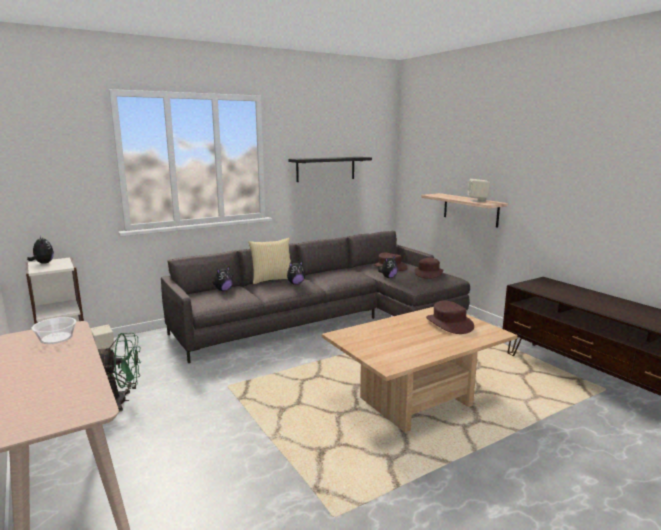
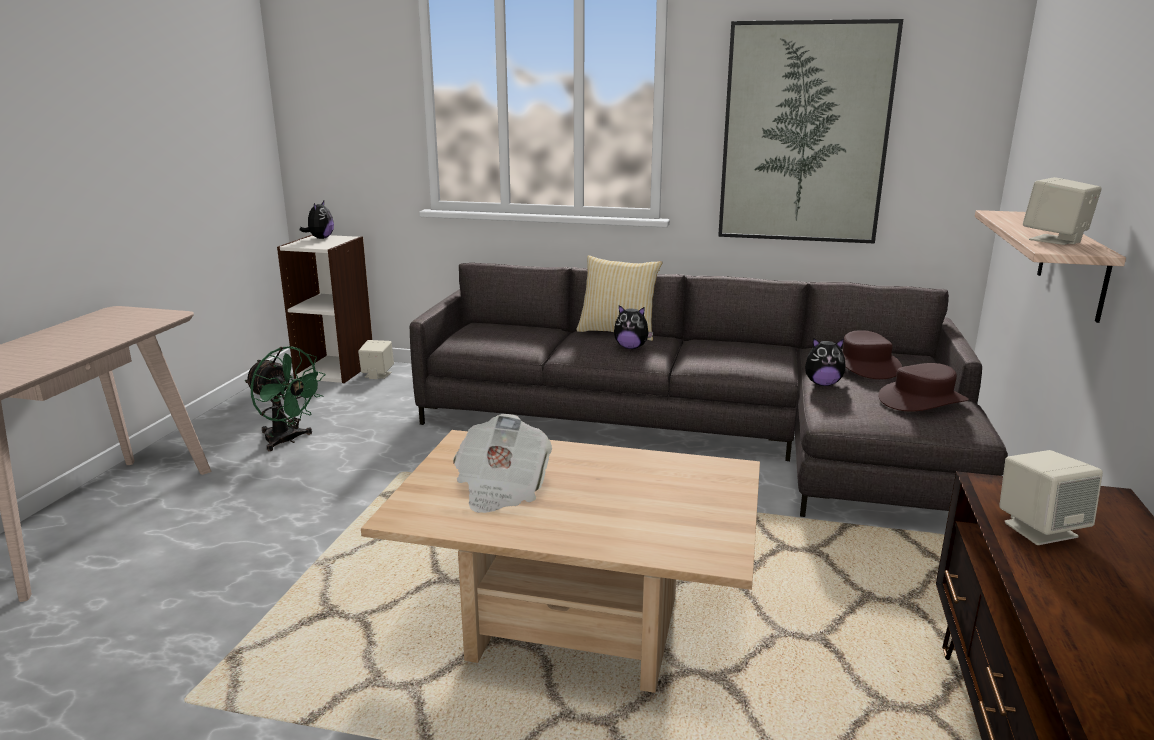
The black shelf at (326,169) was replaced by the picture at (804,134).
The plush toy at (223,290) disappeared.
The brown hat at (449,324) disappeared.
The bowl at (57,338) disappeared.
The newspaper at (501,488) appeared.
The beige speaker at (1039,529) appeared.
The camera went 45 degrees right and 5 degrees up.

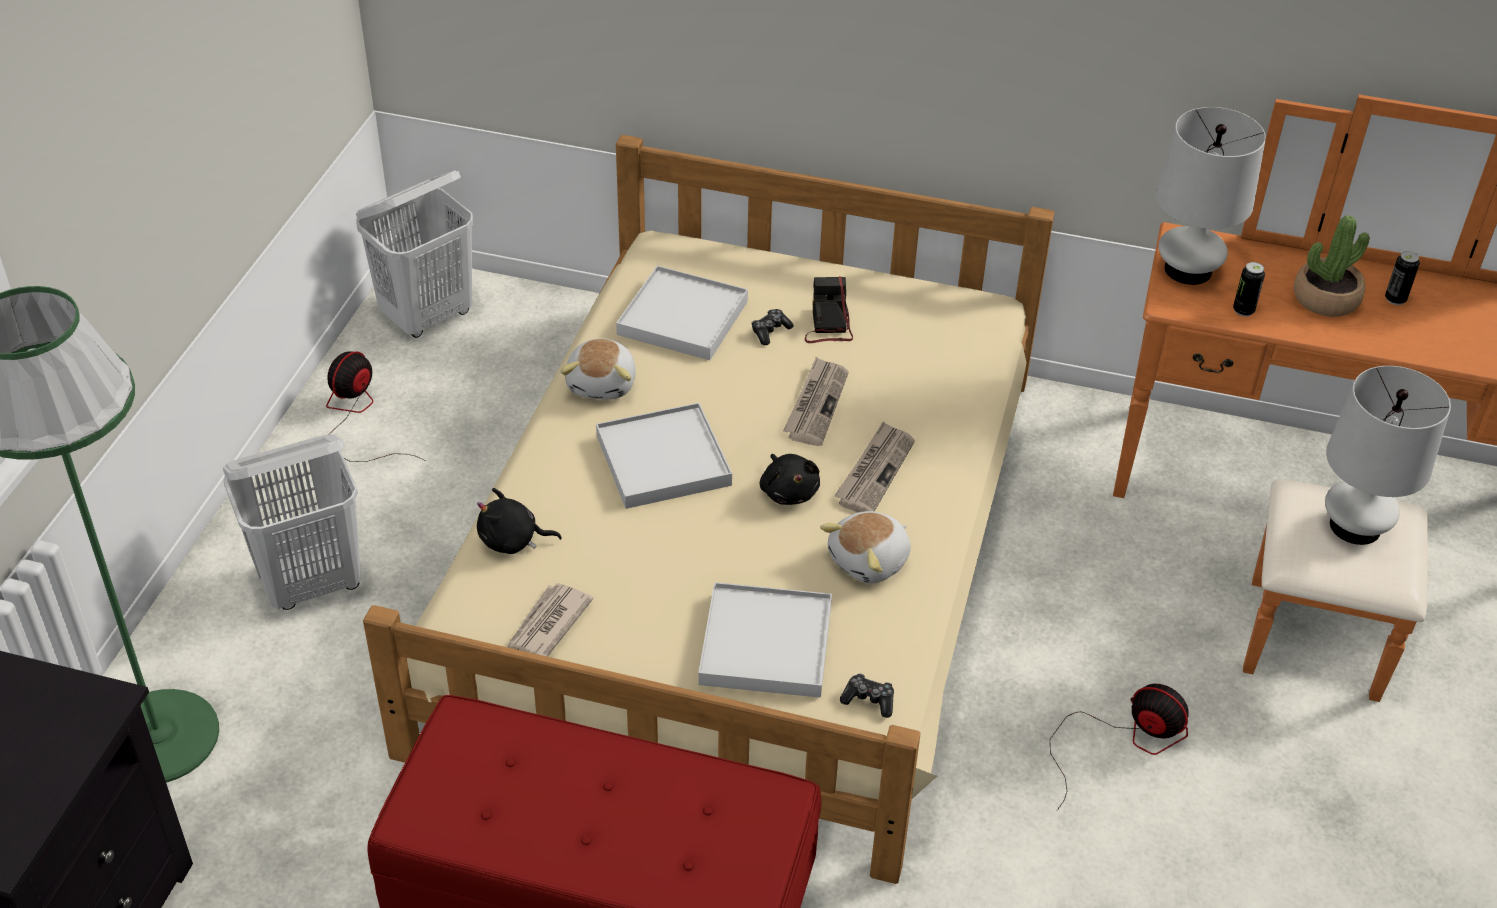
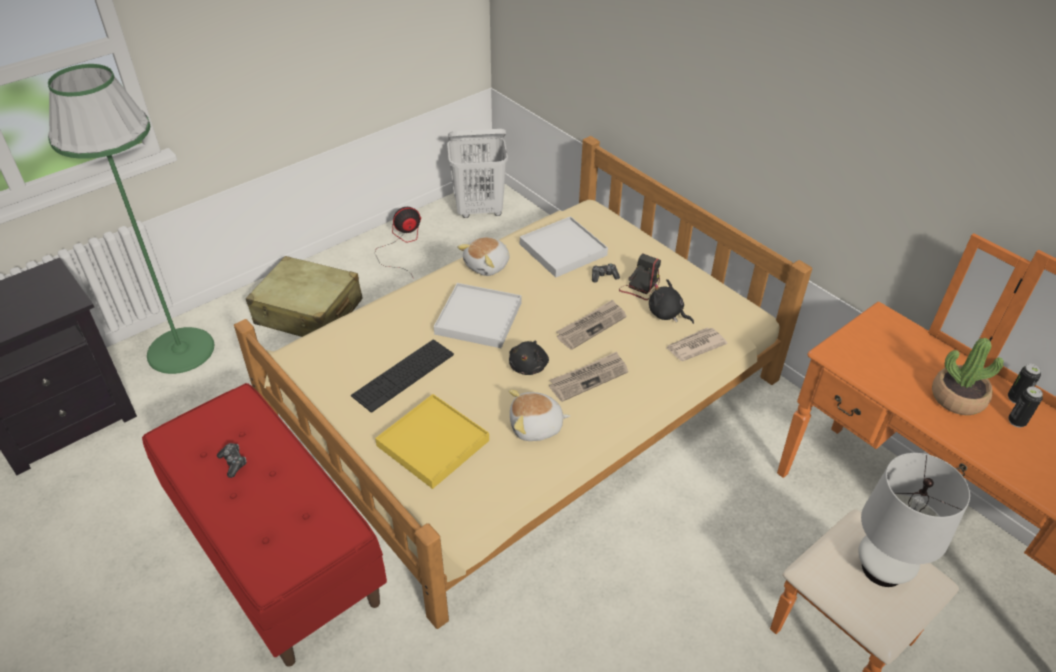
The white table lamp at (1187,270) disappeared.
The can moved from (1243,310) to (1015,399).
The white laundry basket at (312,584) was replaced by the beige suitcase at (309,312).
The black plush toy moved from (513,541) to (667,314).
The white tray at (765,644) became the yellow tray at (433,443).
The newspaper moved from (547,625) to (695,346).
The game controller moved from (869,700) to (233,462).
The fan at (1123,741) disappeared.
The keyboard at (403,375) appeared.
The camera went 35 degrees right and 0 degrees up.

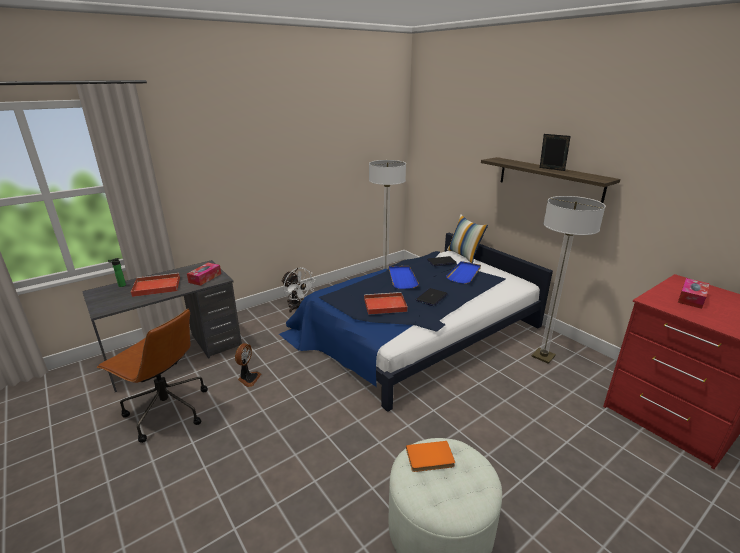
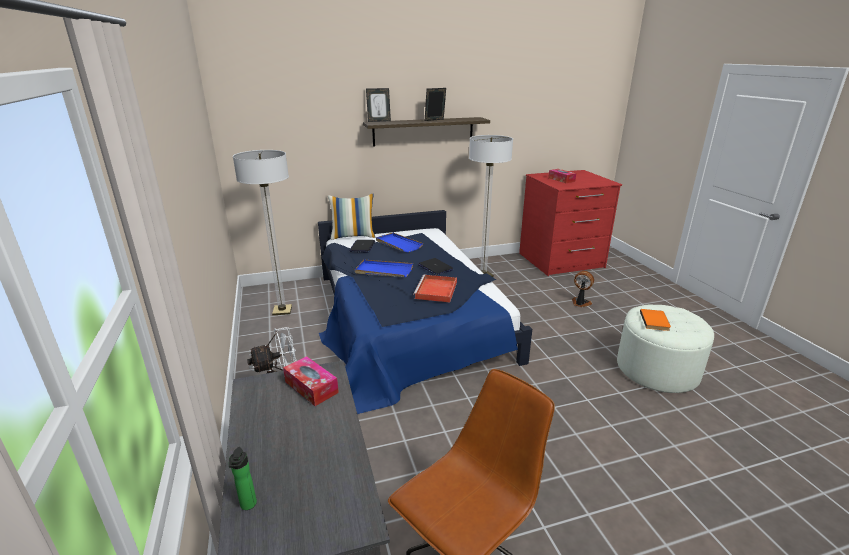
The red tray at (156,287) disappeared.
The fan moved from (248,378) to (580,303).
The picture frame at (379,121) appeared.
The camera went 70 degrees left and 0 degrees up.

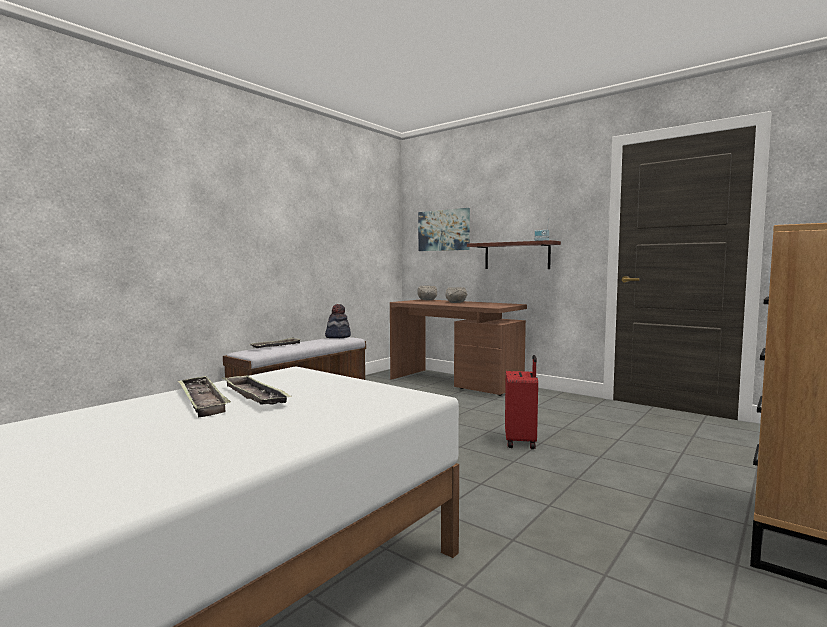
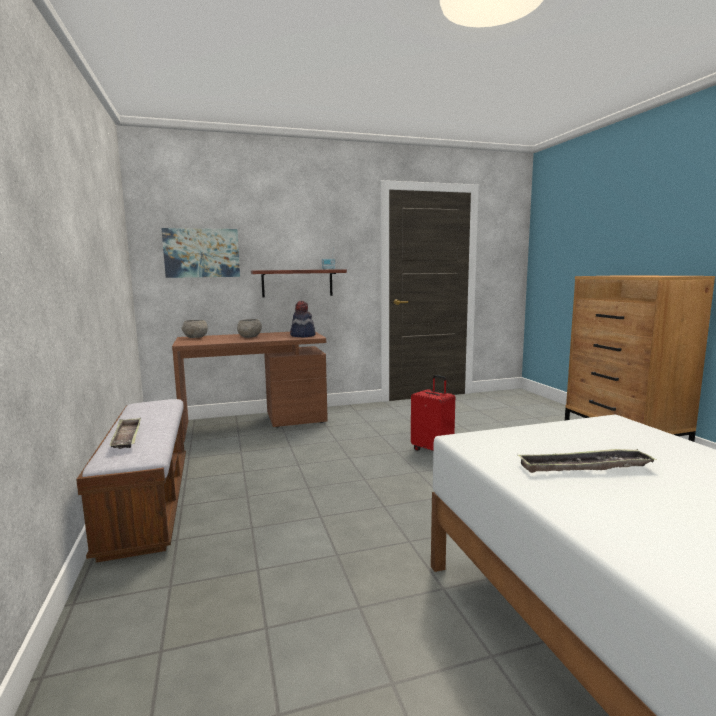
The hat moved from (337,337) to (302,336).
The tray at (202,400) disappeared.
The camera went 55 degrees left and 5 degrees up.

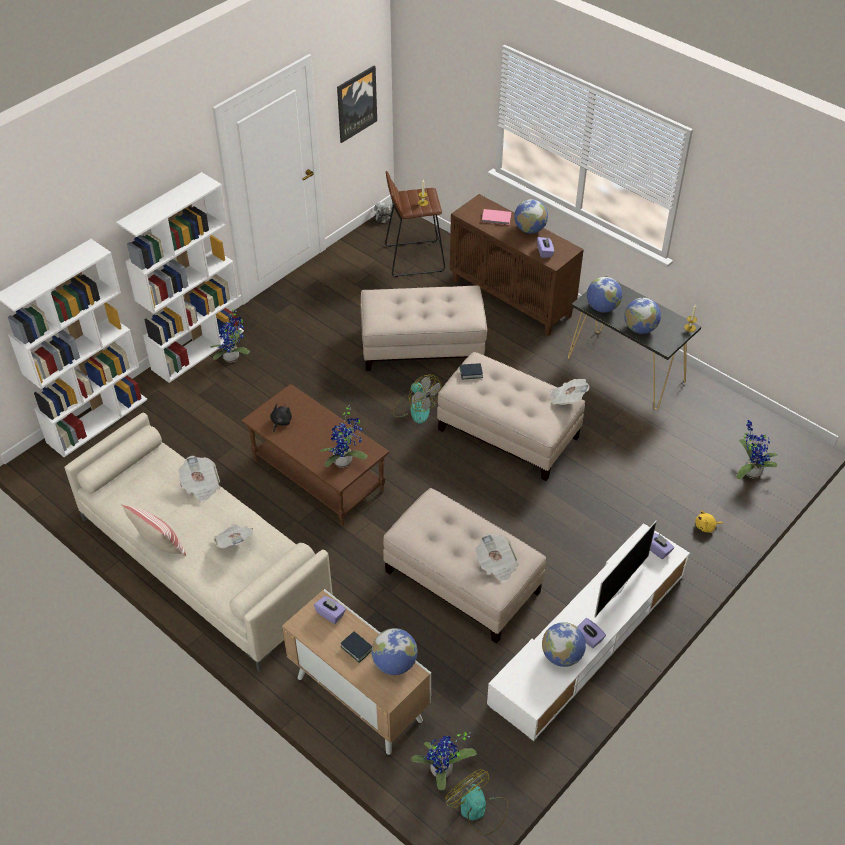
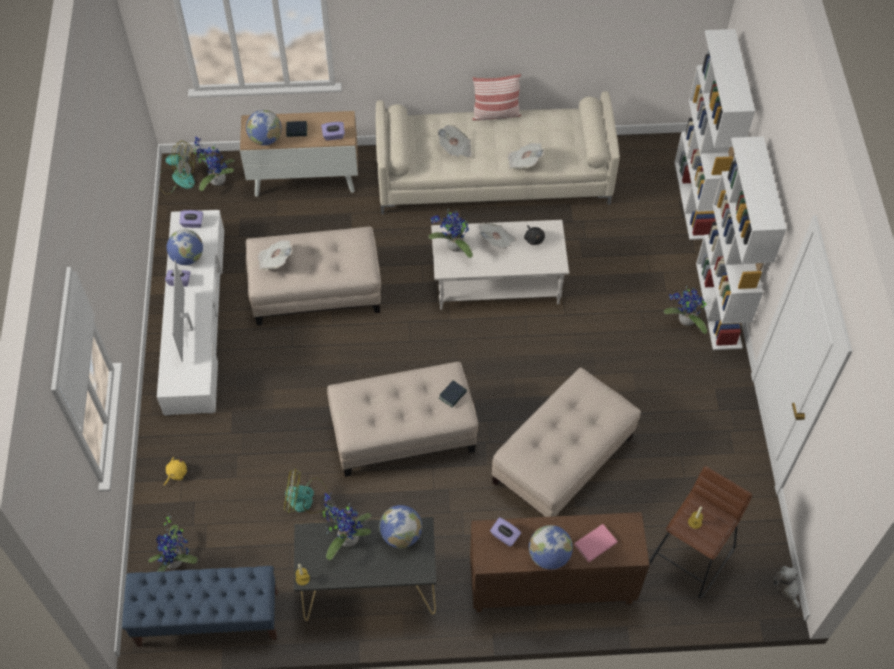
The picture at (356,103) disappeared.
The globe at (640,329) was replaced by the potted plant at (346,537).
The fan moved from (415,408) to (306,500).
The newspaper moved from (567,399) to (497,241).
The brown coffee table at (317,476) became the white coffee table at (498,283).
The purple tissue box moved from (658,550) to (192,223).
The blue bench at (207,619) appeared.
The camera went 135 degrees right and 10 degrees up.

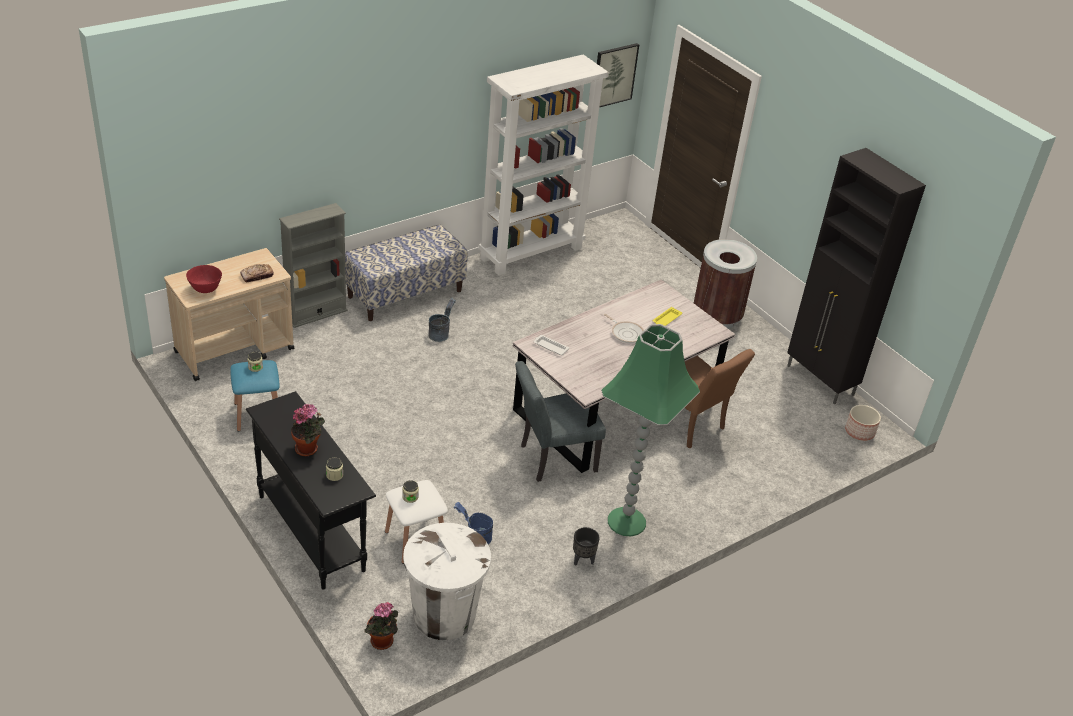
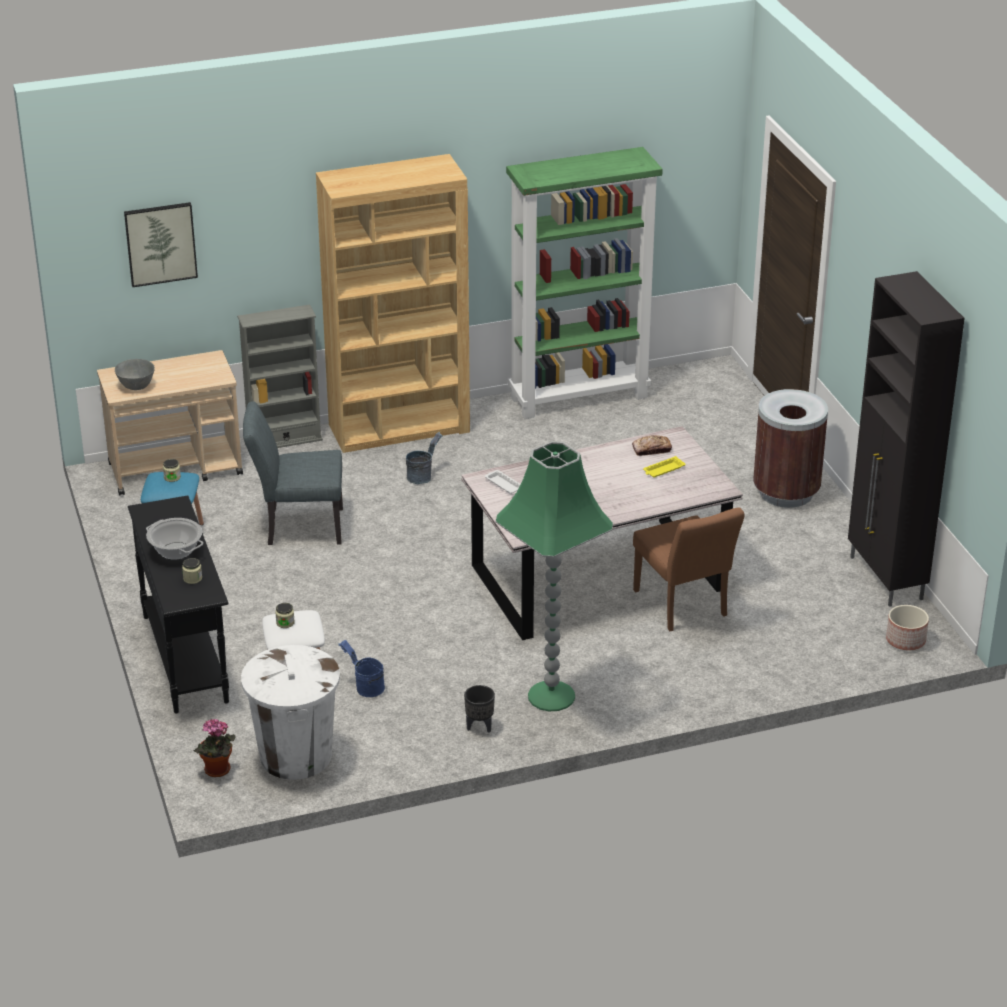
The picture moved from (614,75) to (160,243).
The white bookcase at (531,252) became the green bookcase at (579,397).
The bench at (405,293) was replaced by the brown bookcase at (399,428).
The bread moved from (257,276) to (651,449).
The red bowl at (206,289) became the grey bowl at (136,387).
The frying pan at (626,333) disappeared.
The grey chair moved from (552,459) to (297,527).
The potted plant at (308,449) was replaced by the cooking pot at (176,551).
The camera went 20 degrees right and 5 degrees down.

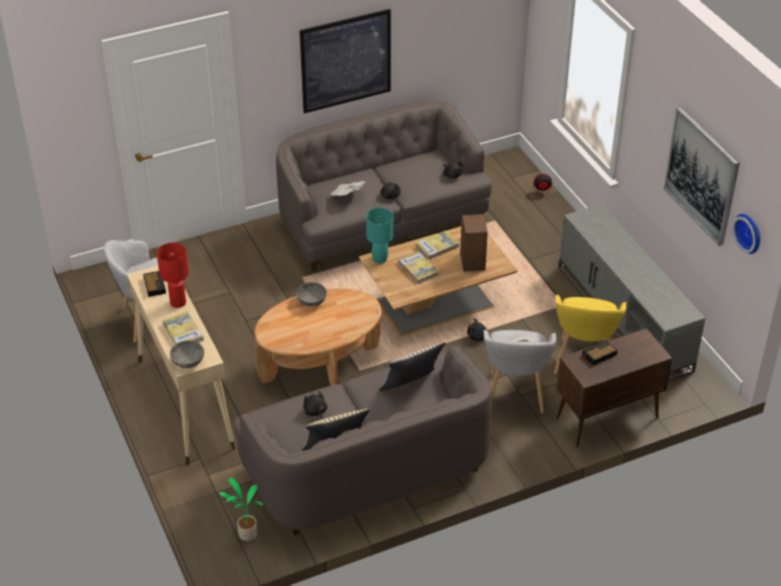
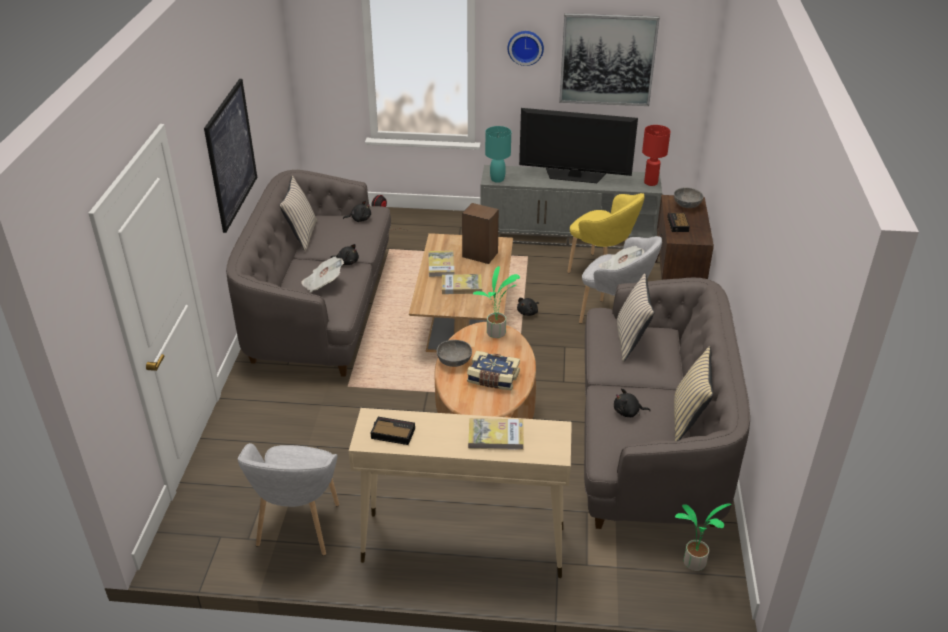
The turquoise table lamp moved from (379,259) to (497,179).
The wall clock moved from (749,232) to (525,47).
The red table lamp moved from (178,302) to (650,182).
The grey bowl moved from (187,361) to (687,205).
The television at (574,176) appeared.
The beige pillow at (301,235) appeared.
The potted plant at (497,333) appeared.
The book at (493,378) appeared.
The camera went 60 degrees left and 5 degrees down.

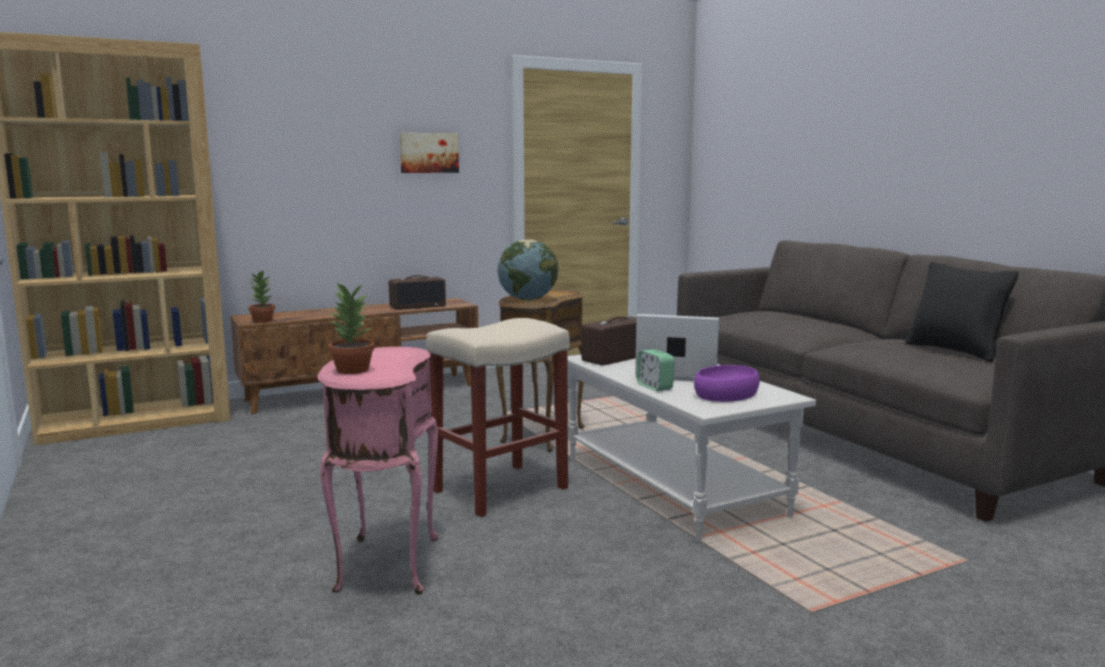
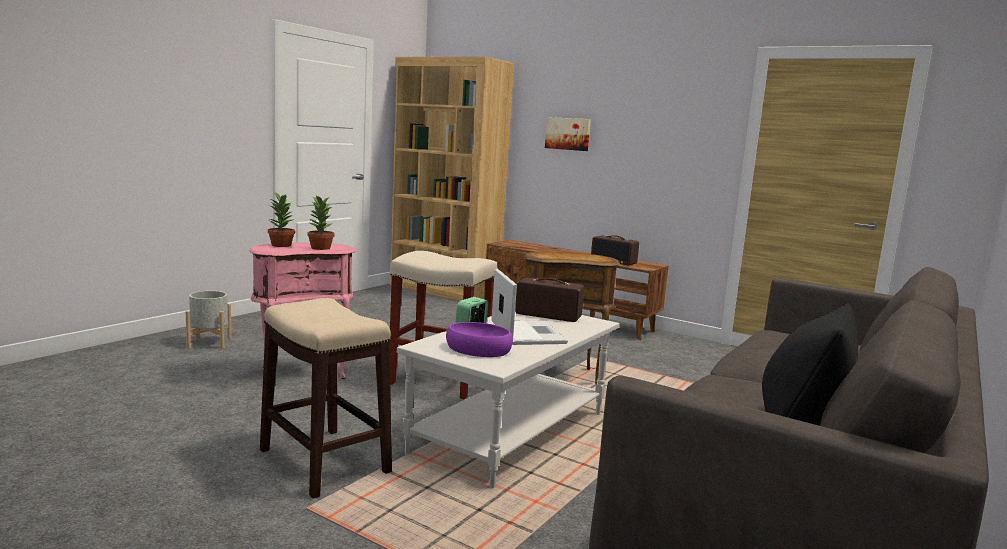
The picture moved from (428,153) to (568,134).
The globe at (528,299) disappeared.
The potted plant moved from (262,321) to (320,248).
The grey planter at (209,343) appeared.
The stool at (323,461) appeared.
The camera went 60 degrees right and 0 degrees up.

